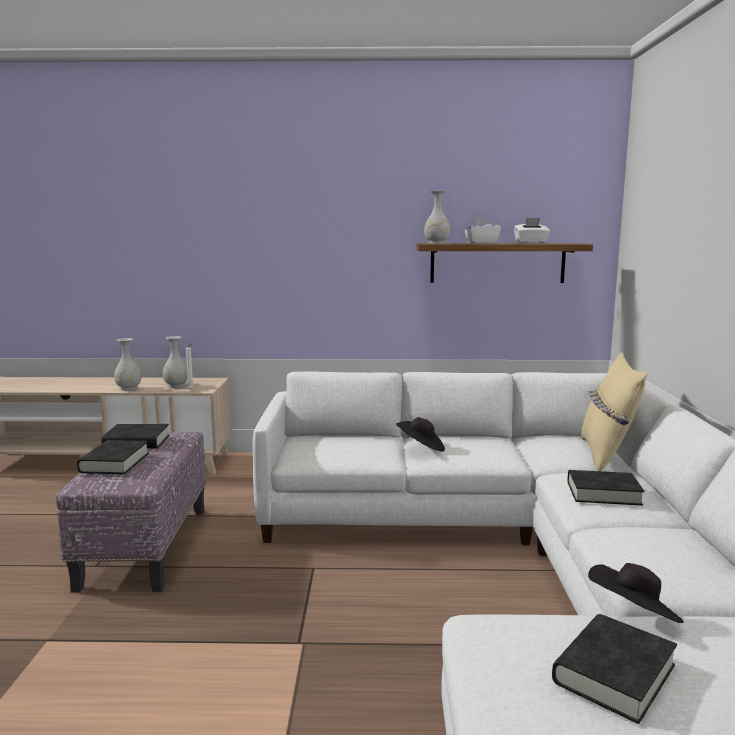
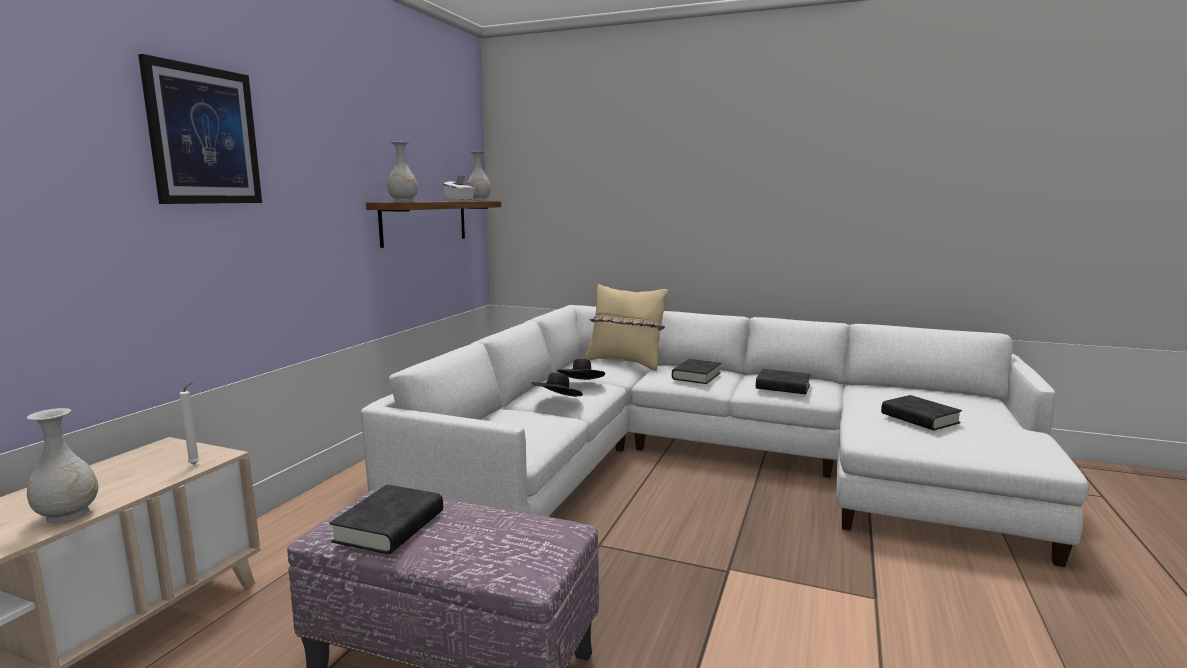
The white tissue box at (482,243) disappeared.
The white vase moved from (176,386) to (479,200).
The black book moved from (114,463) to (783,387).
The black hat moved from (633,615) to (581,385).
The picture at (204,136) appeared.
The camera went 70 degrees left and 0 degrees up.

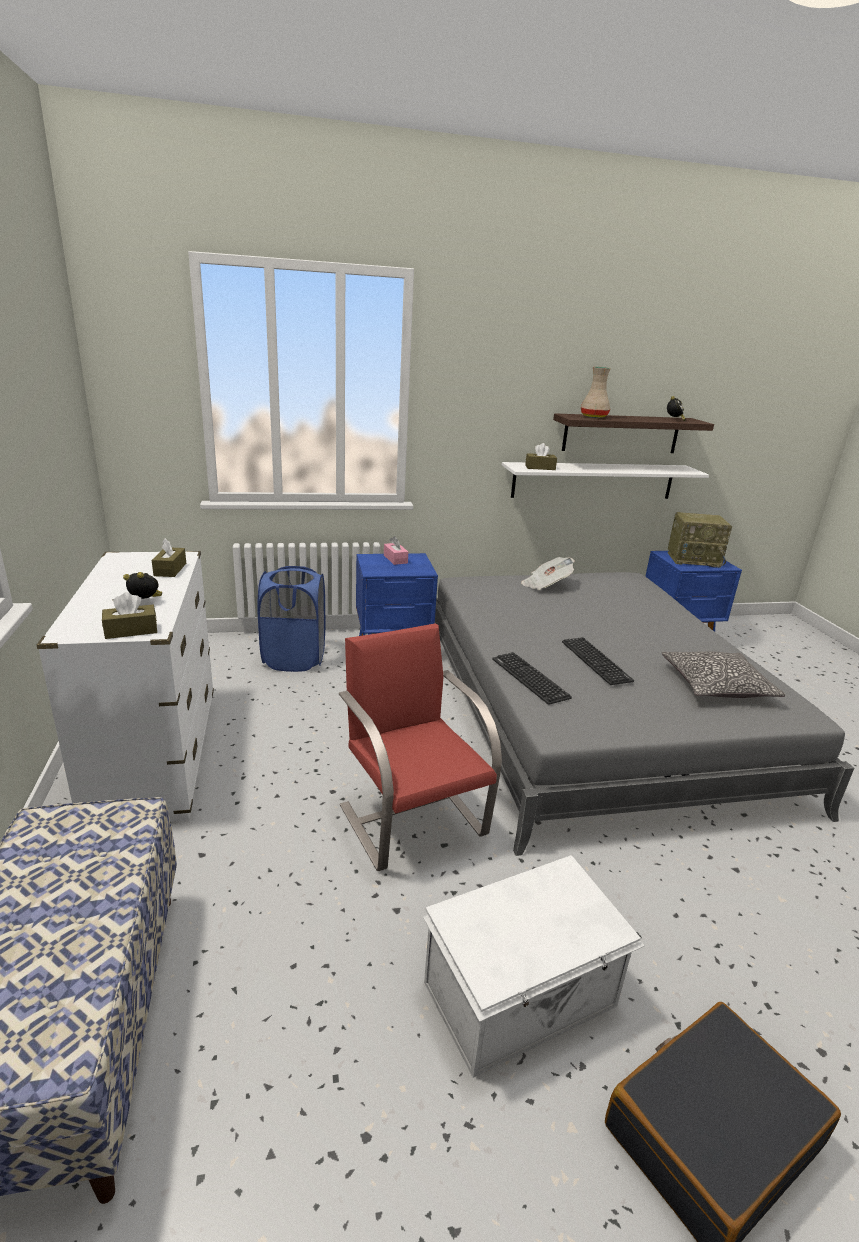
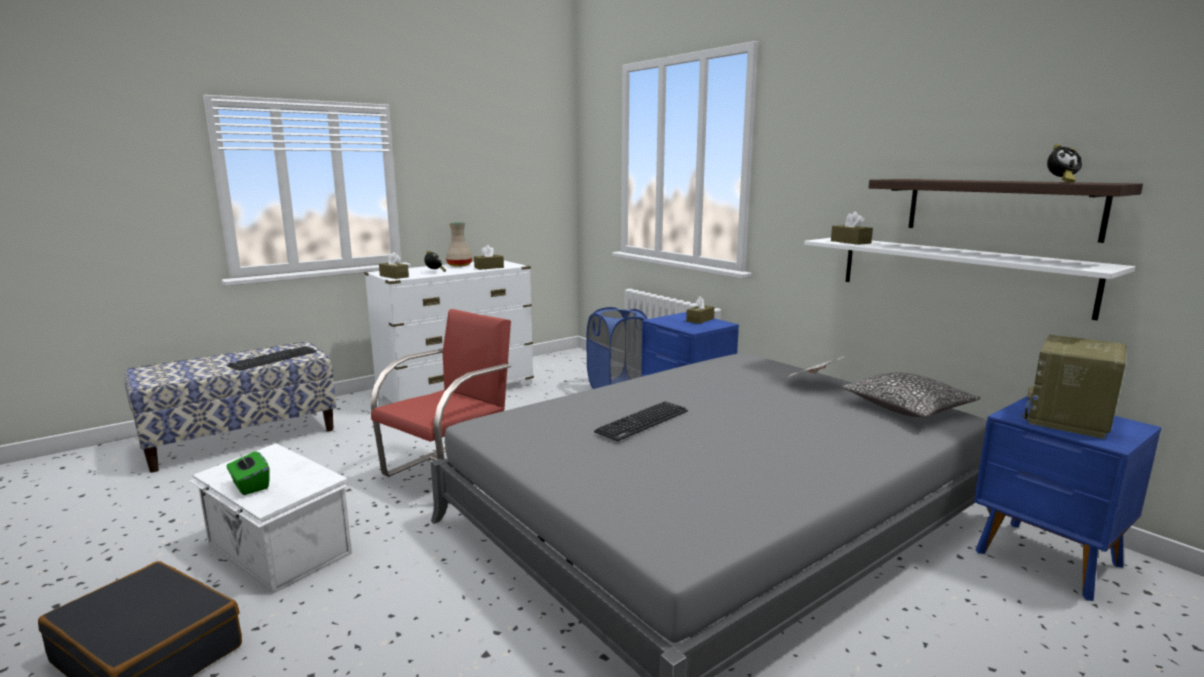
The beige vase moved from (593,416) to (459,265).
The radio at (694,559) turned 60 degrees clockwise.
The pink tissue box at (395,559) became the brown tissue box at (700,320).
The pillow moved from (716,686) to (907,407).
The keyboard moved from (530,678) to (273,359).
The green tissue box at (250,486) appeared.
The camera went 65 degrees right and 10 degrees down.

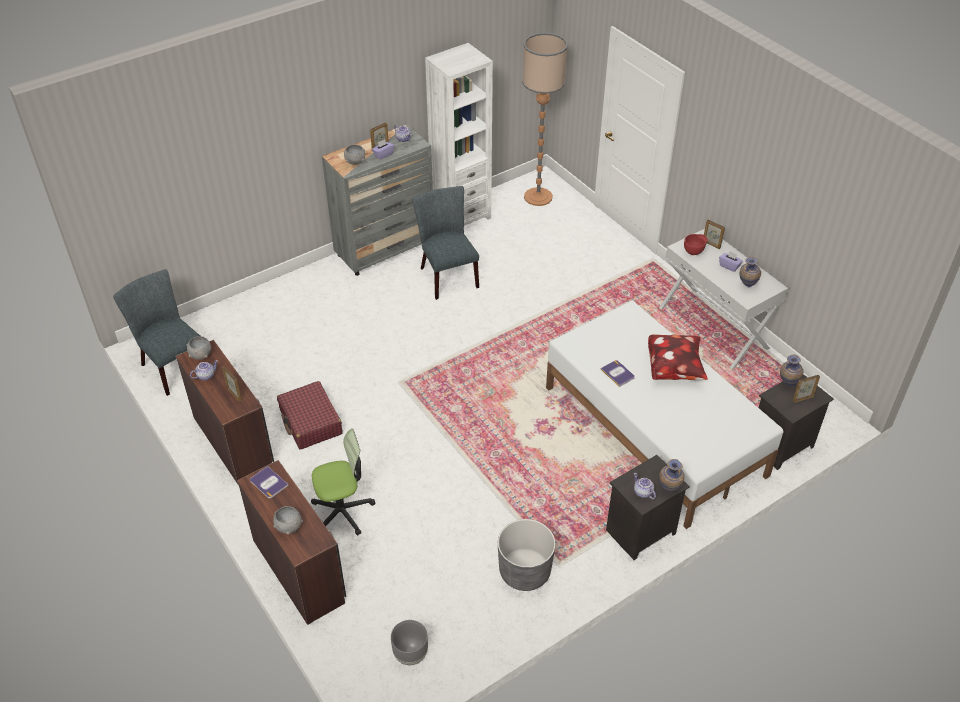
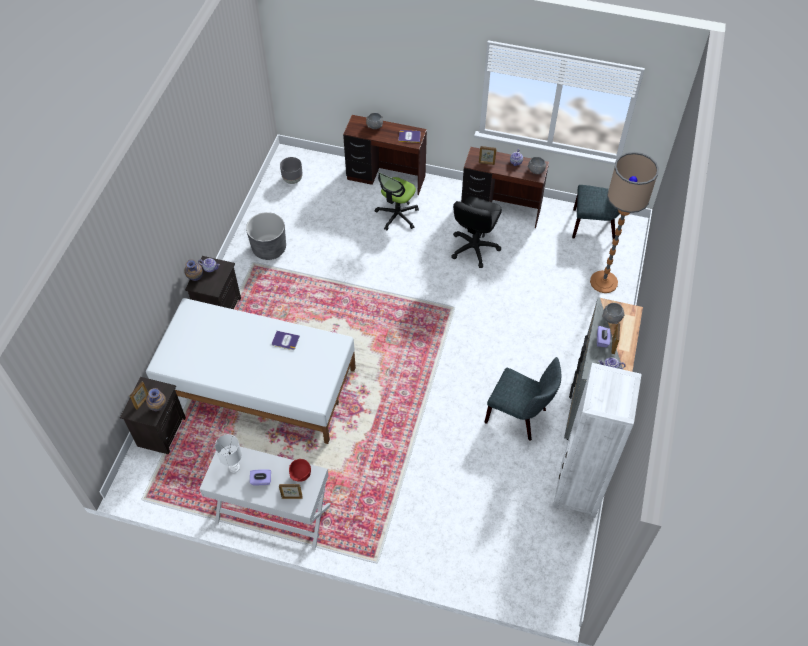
The floor lamp moved from (538,197) to (604,282).
The vase at (747,285) was replaced by the white table lamp at (234,468).
The pillow at (674,369) disappeared.
The red suitcase at (310,422) was replaced by the black office chair at (474,248).
The camera went 140 degrees right and 10 degrees up.

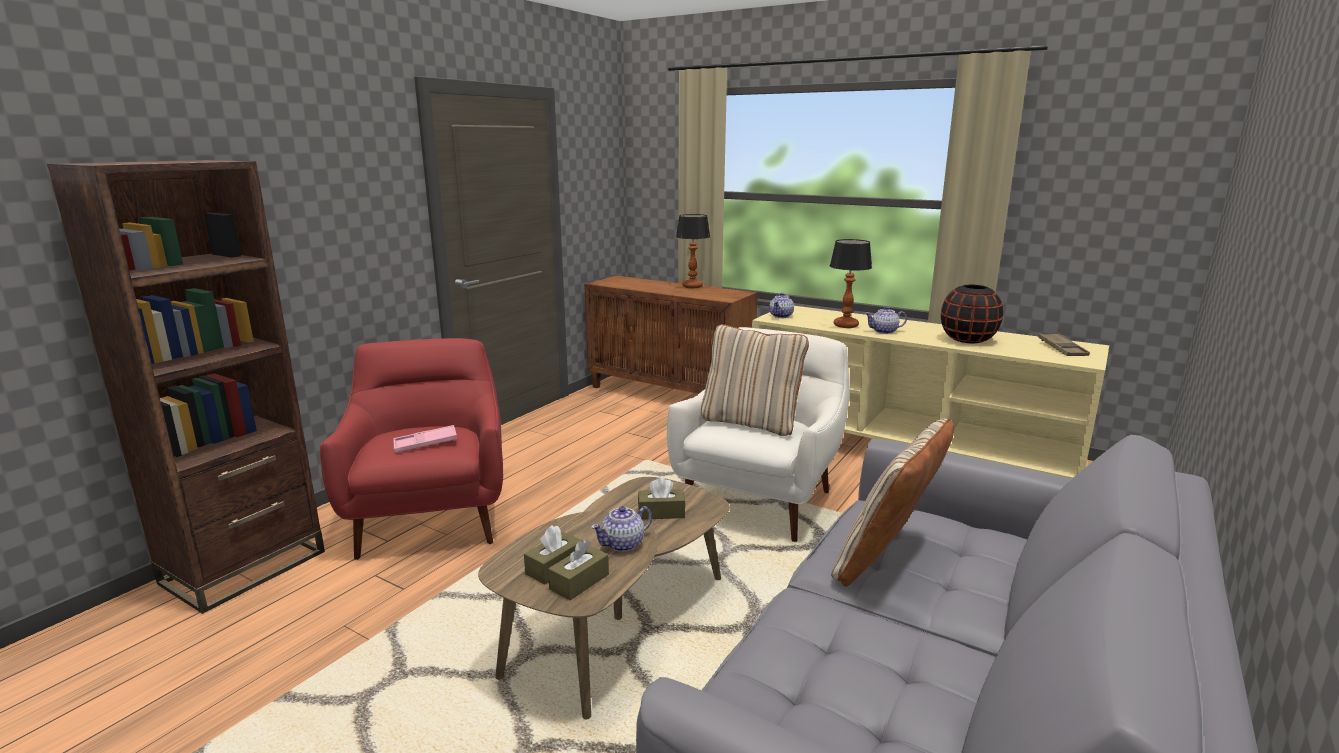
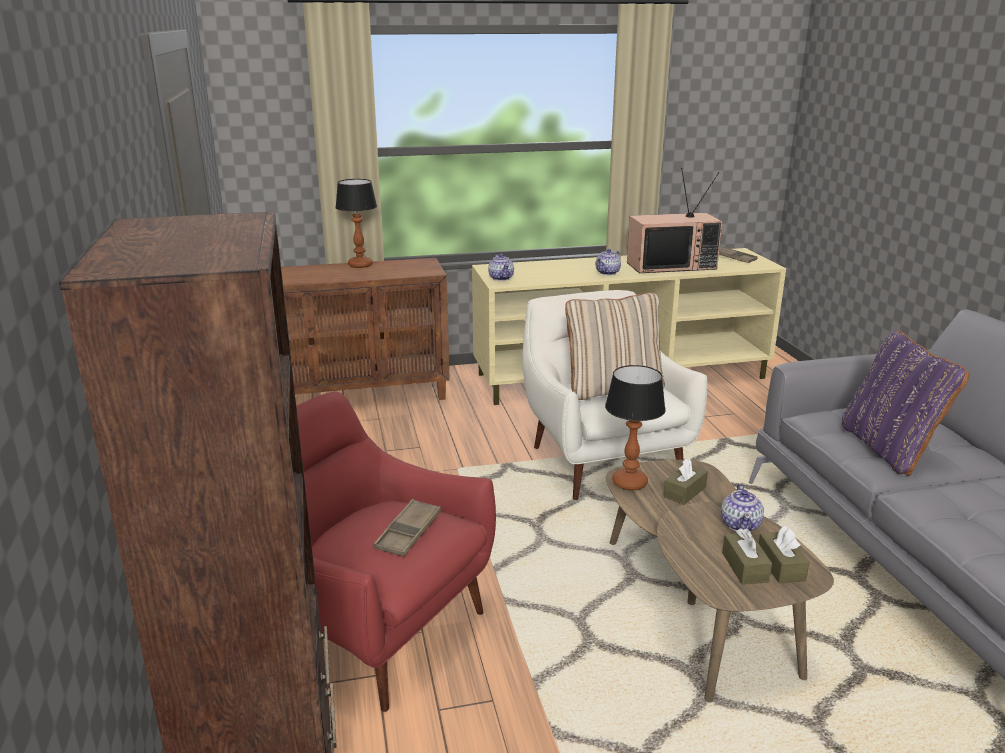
The table lamp moved from (845,325) to (629,482).
The black vase at (968,340) was replaced by the television at (671,265).
The beige pillow at (887,560) became the purple pillow at (889,448).
The pink tray at (425,443) became the brown tray at (408,533).
The camera went 45 degrees left and 5 degrees up.

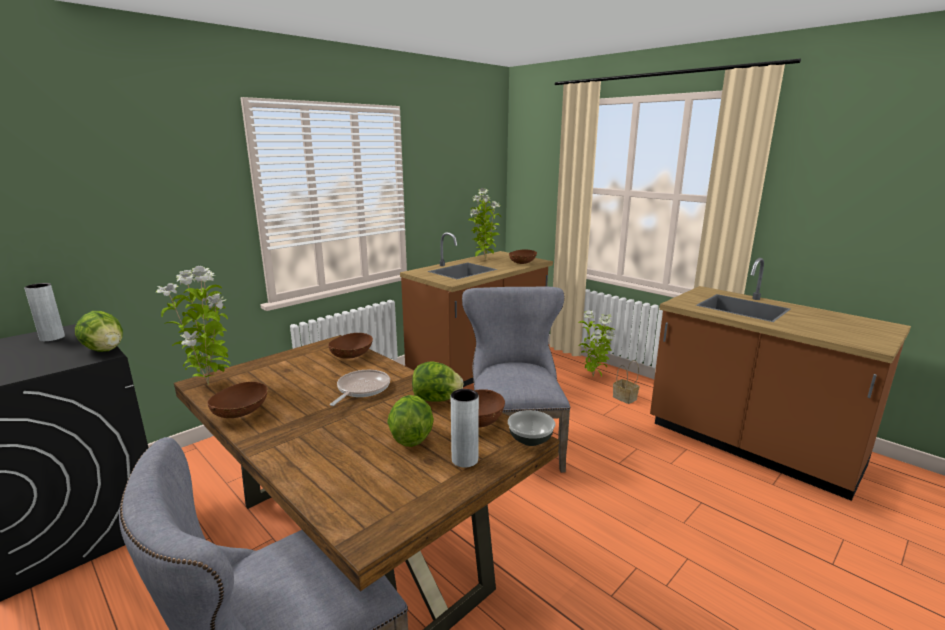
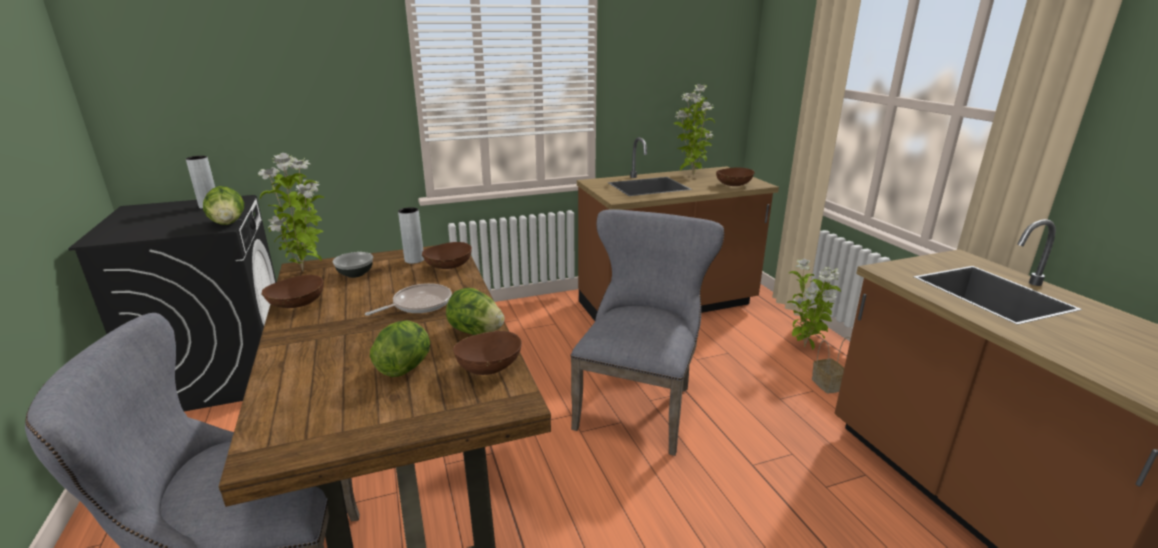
The grey vase moved from (464,460) to (414,260).
The bowl moved from (530,440) to (355,274).
The camera went 25 degrees right and 5 degrees up.

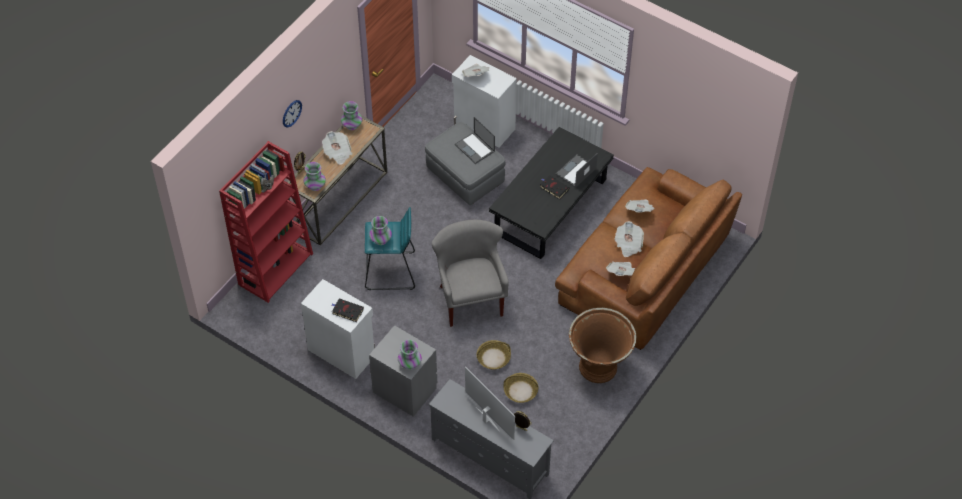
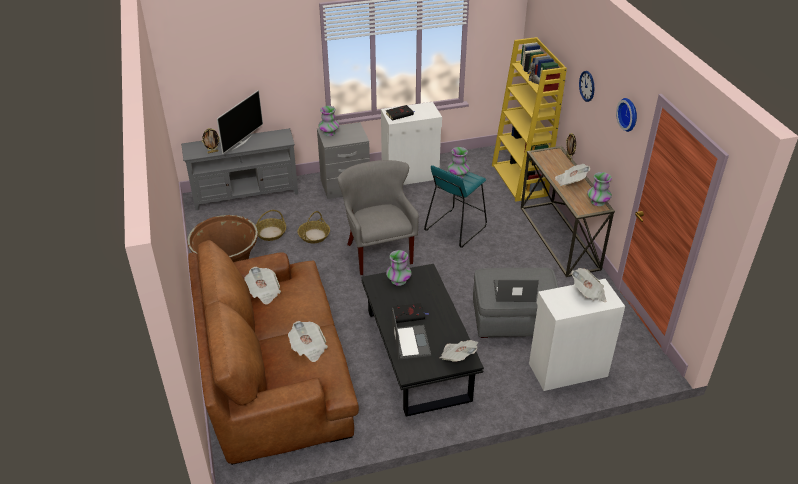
The red bookcase at (275,268) became the yellow bookcase at (520,180).
The vase moved from (315,185) to (399,280).
The grey armchair at (471,299) turned 135 degrees counterclockwise.
The newspaper moved from (628,244) to (458,357).
The television at (487,420) turned 60 degrees counterclockwise.
The wall clock at (629,114) appeared.
The camera went 130 degrees right and 15 degrees down.

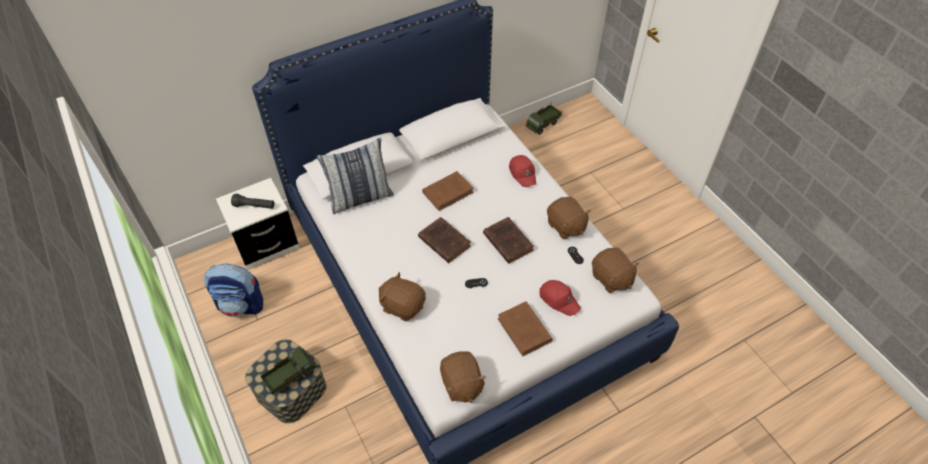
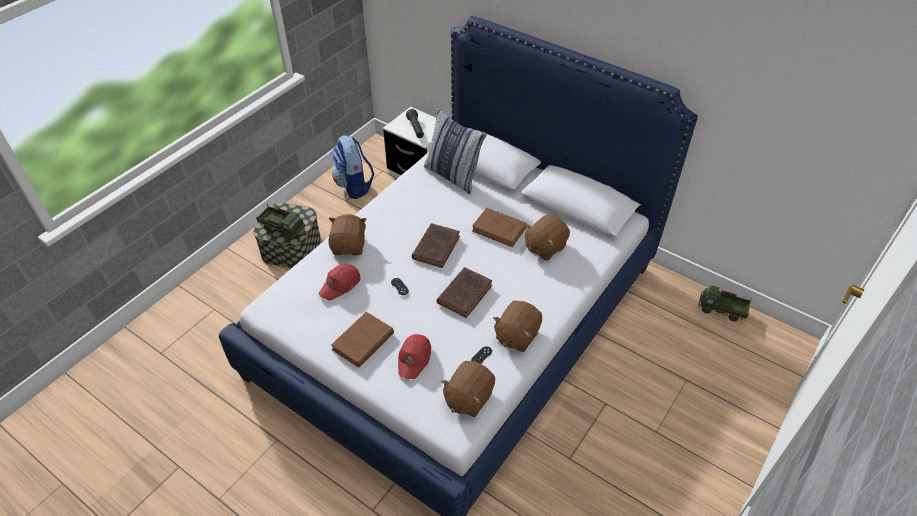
The red cap moved from (523,173) to (340,285).
The brown plush toy moved from (461,384) to (544,247).
The camera went 65 degrees right and 5 degrees down.

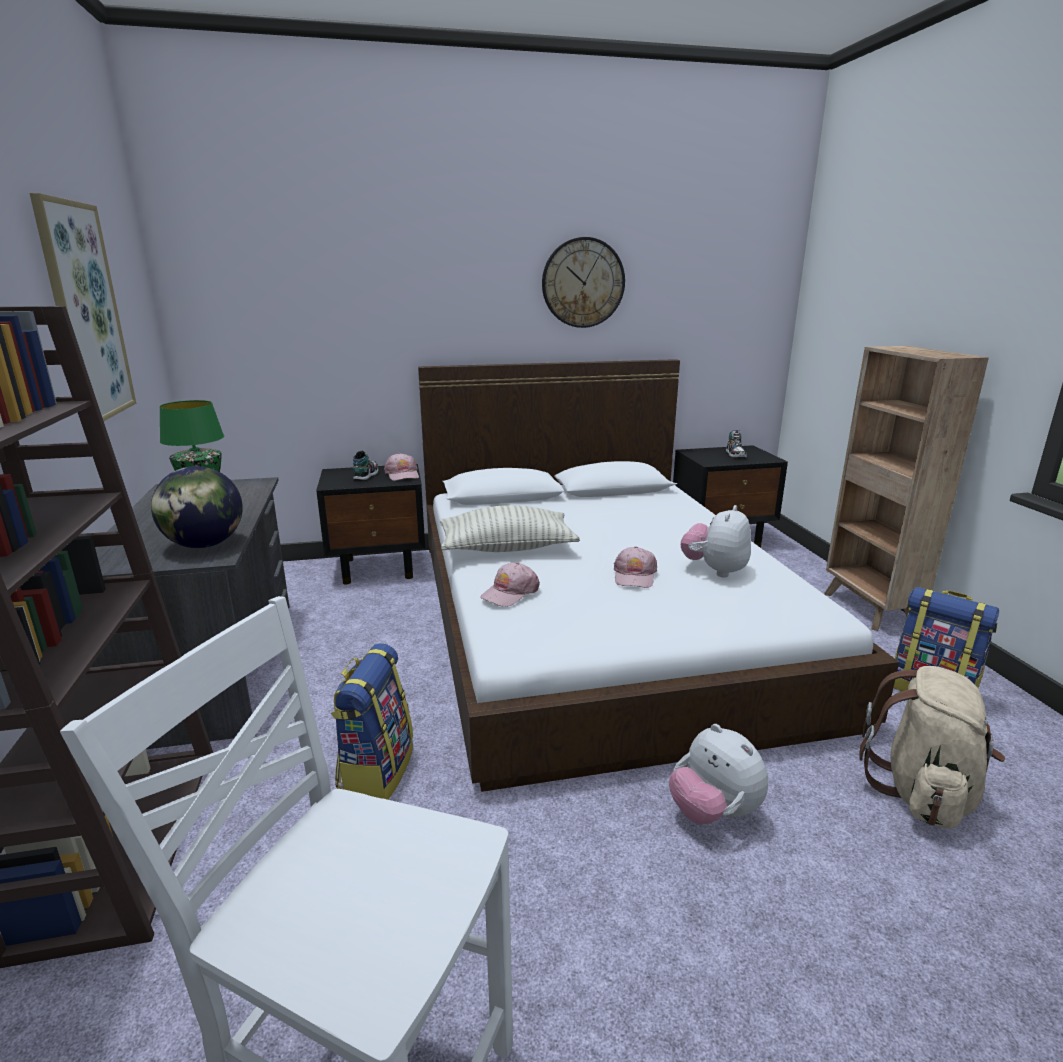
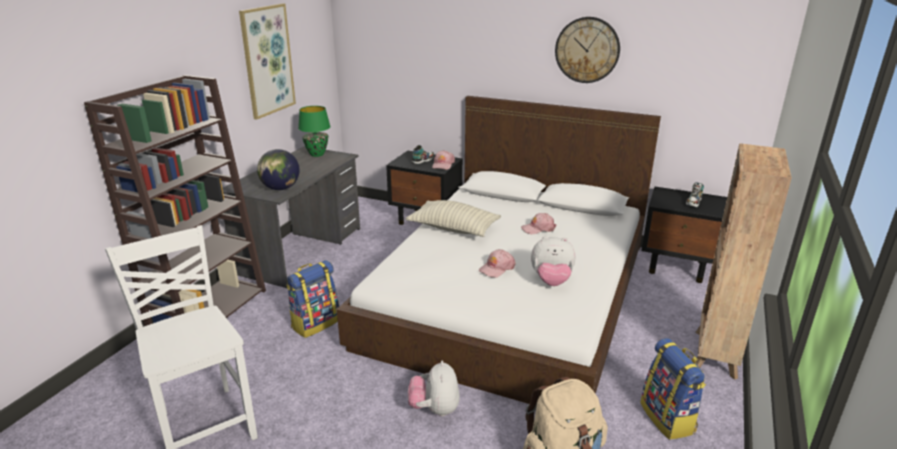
The plush toy at (715,570) turned 150 degrees counterclockwise.
The pink cap moved from (510,593) to (538,228).
The camera went 35 degrees right and 5 degrees up.

